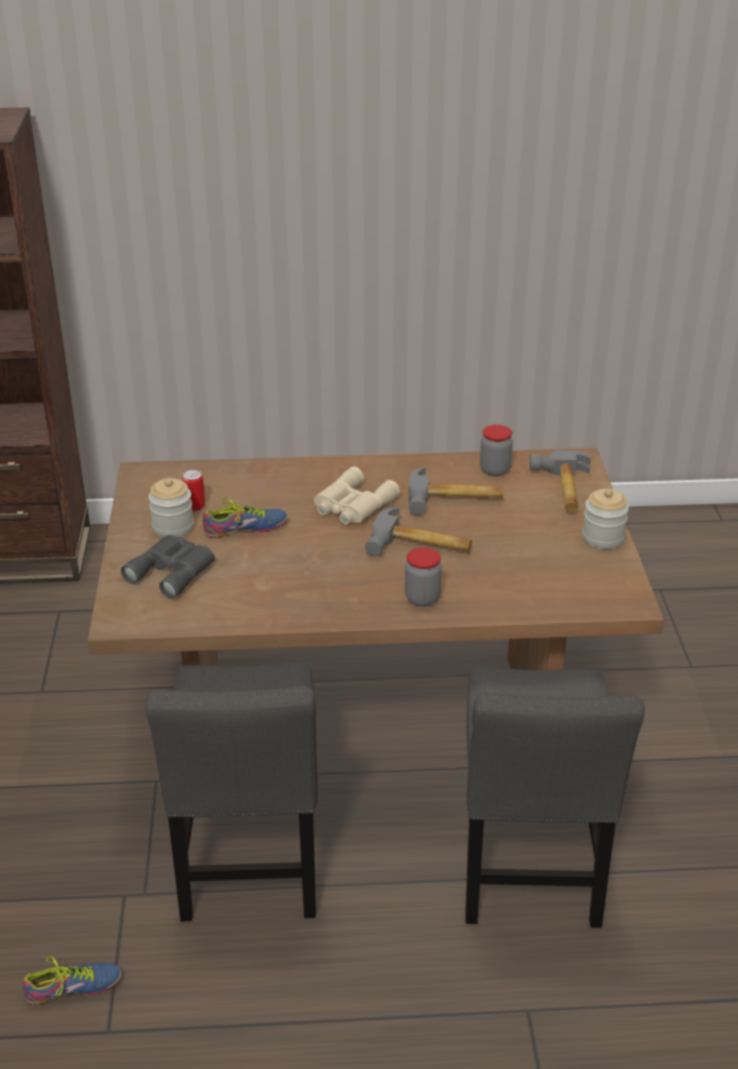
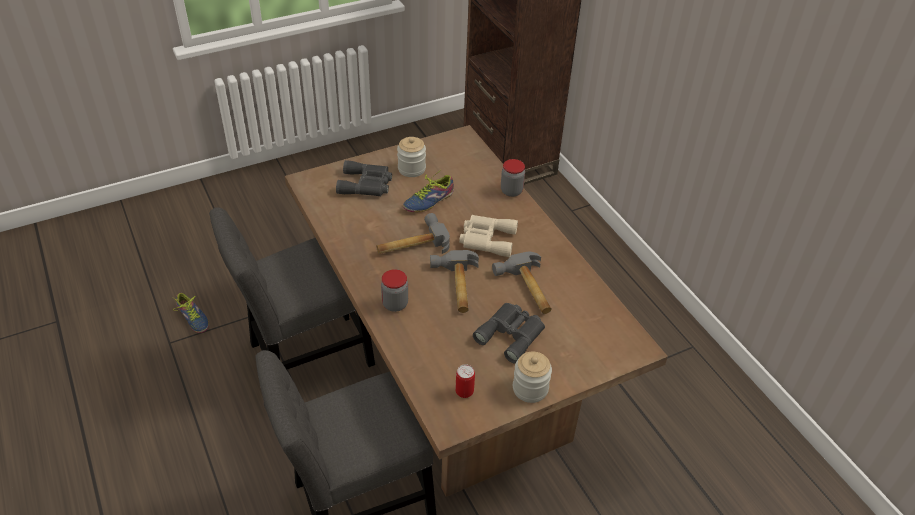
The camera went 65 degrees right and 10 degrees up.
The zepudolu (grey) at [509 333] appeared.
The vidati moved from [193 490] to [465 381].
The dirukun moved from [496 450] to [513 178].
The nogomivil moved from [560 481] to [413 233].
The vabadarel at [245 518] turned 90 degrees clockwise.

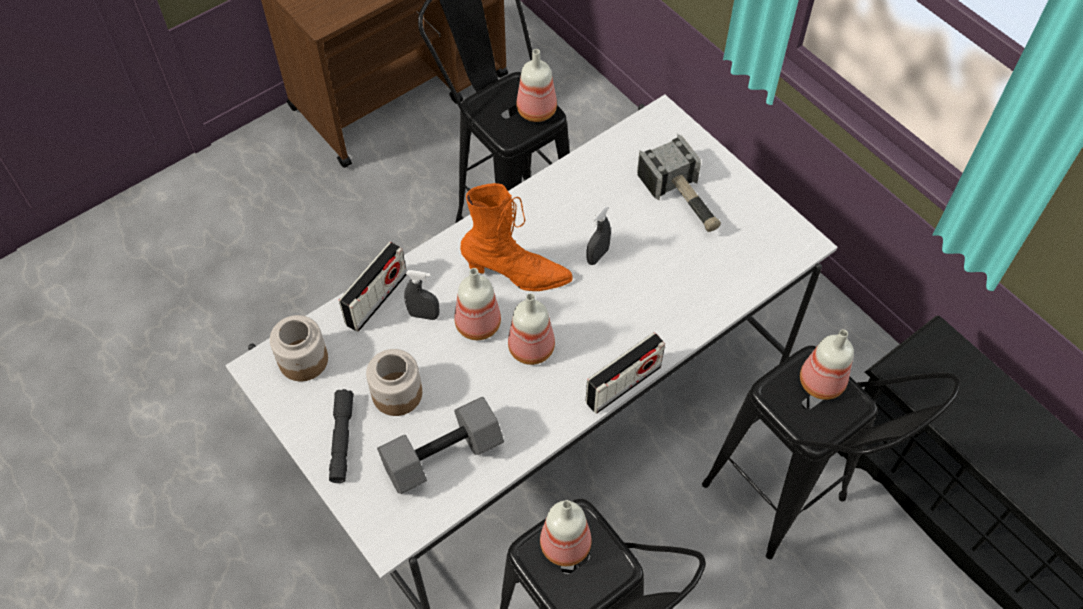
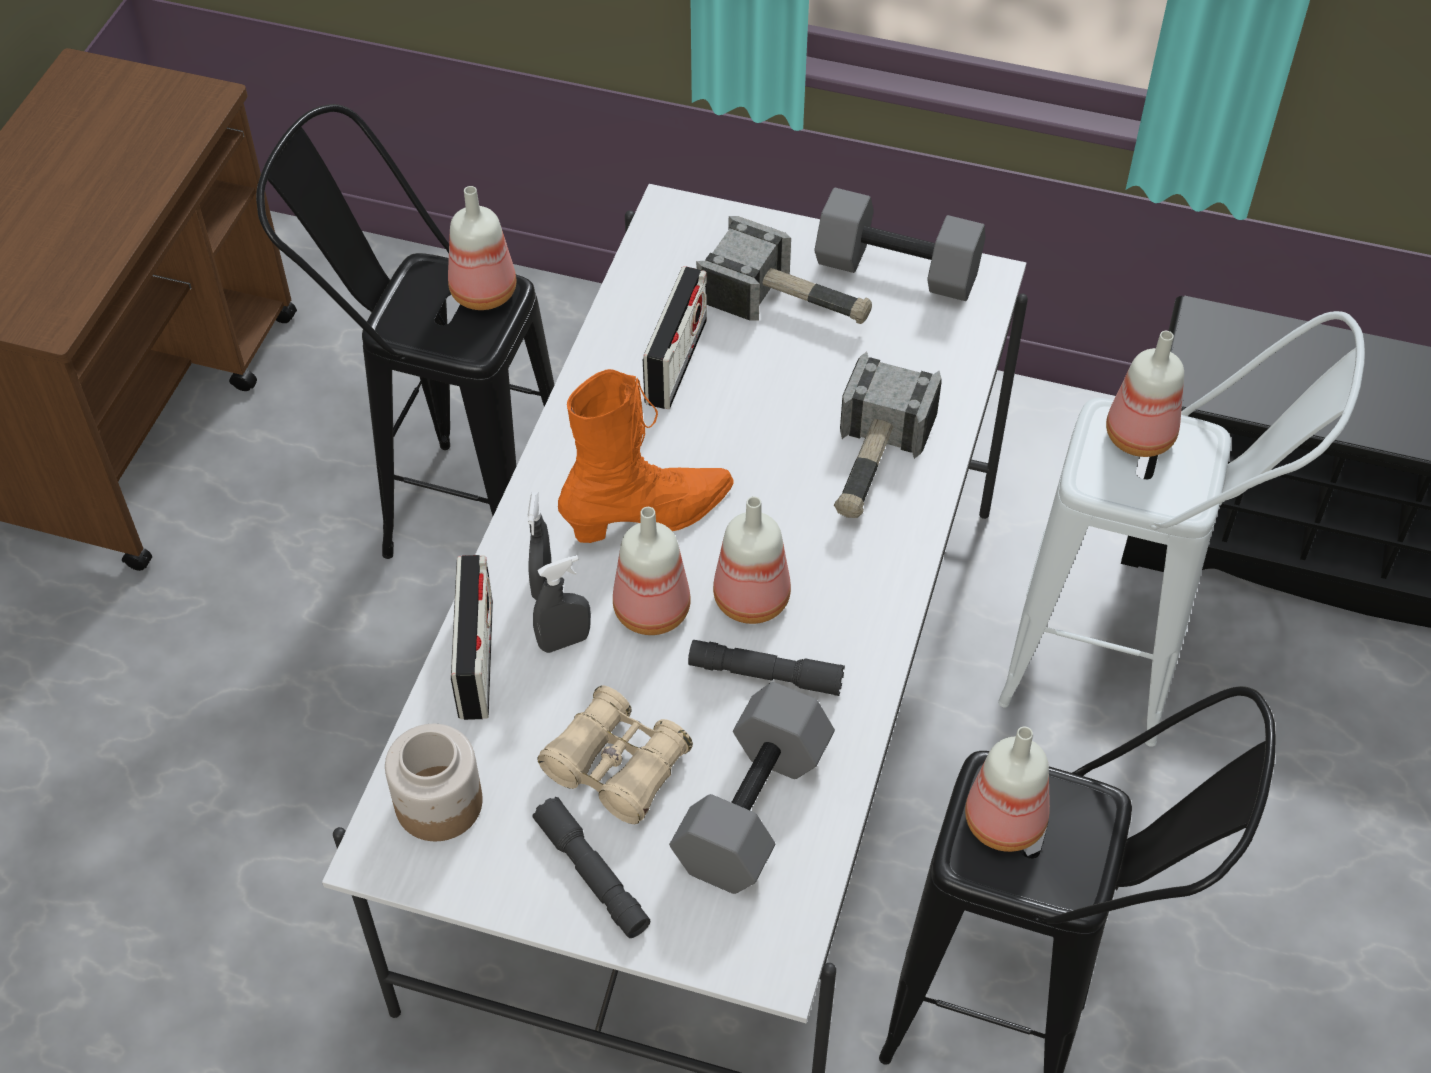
The camera went 35 degrees left and 5 degrees down.
The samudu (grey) at [766 668] appeared.
The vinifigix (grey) at [899 244] appeared.
The nogomivil at [888 435] appeared.
The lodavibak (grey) moved from [598 235] to [539 546].
The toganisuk moved from [625 373] to [675 337].
The dirukun at [394 382] was replaced by the zepudolu (beige) at [615 754].
The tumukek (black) at [831 452] became the tumukek (white) at [1181 529].

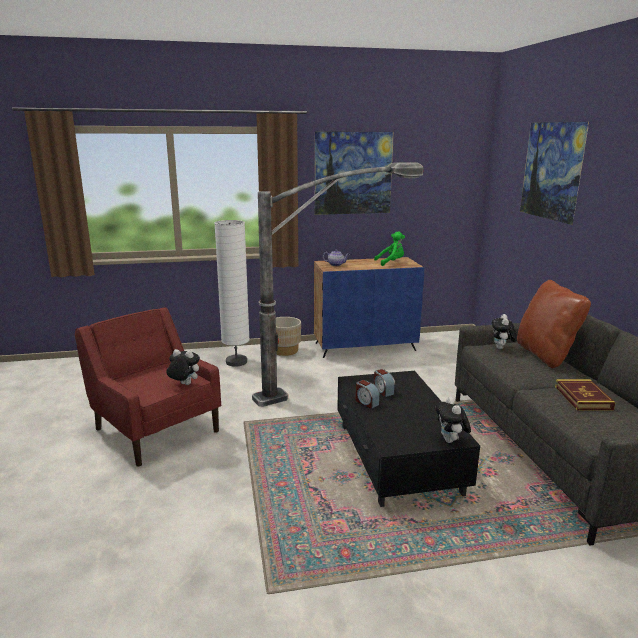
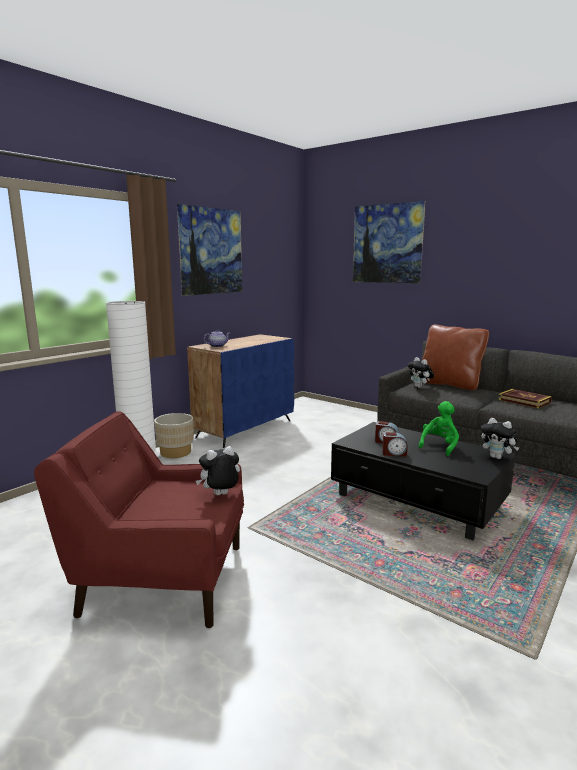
The camera went 40 degrees left and 5 degrees down.
The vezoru at [337 284] disappeared.
The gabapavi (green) moved from [389 248] to [438 428].

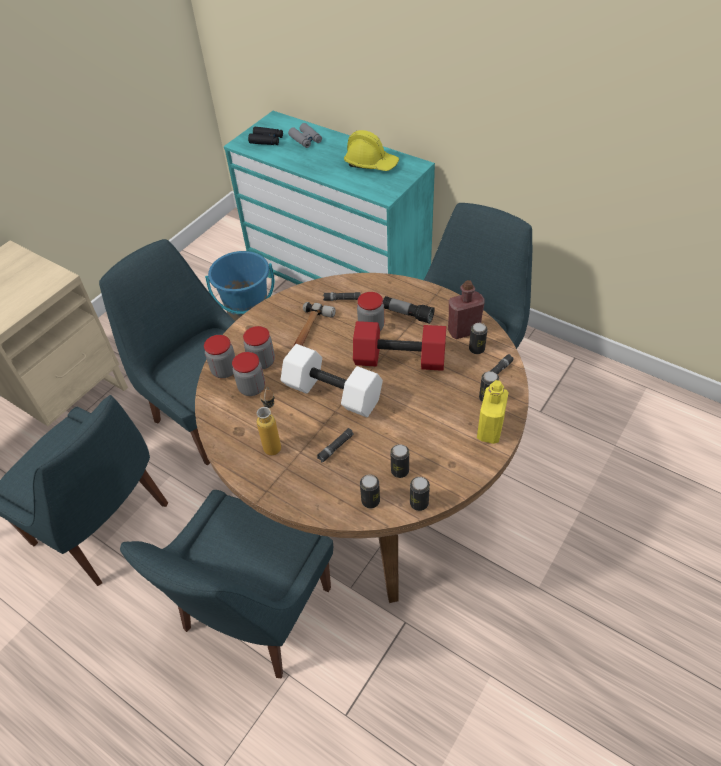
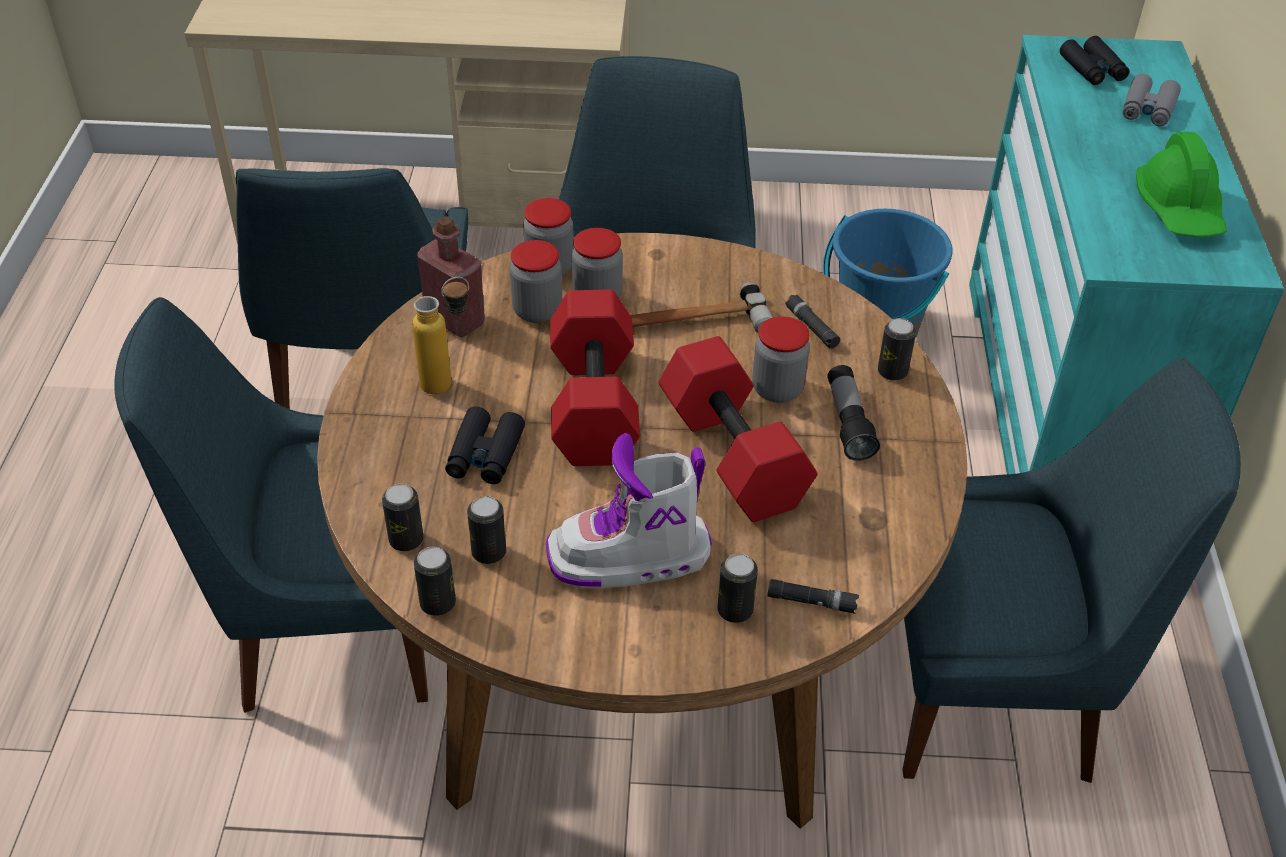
The camera went 55 degrees right and 5 degrees down.
The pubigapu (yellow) at [493 412] disappeared.
The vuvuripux at [628 510] appeared.
The pubigapu (red) moved from [466 309] to [451 276].
The vidati moved from [478 338] to [897 349].
The samudu (black) at [335 445] was replaced by the zepudolu (black) at [485 445].
The vinifigix (white) at [332 380] became the vinifigix (red) at [595 378].
The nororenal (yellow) at [371 150] became the nororenal (green) at [1181 184].

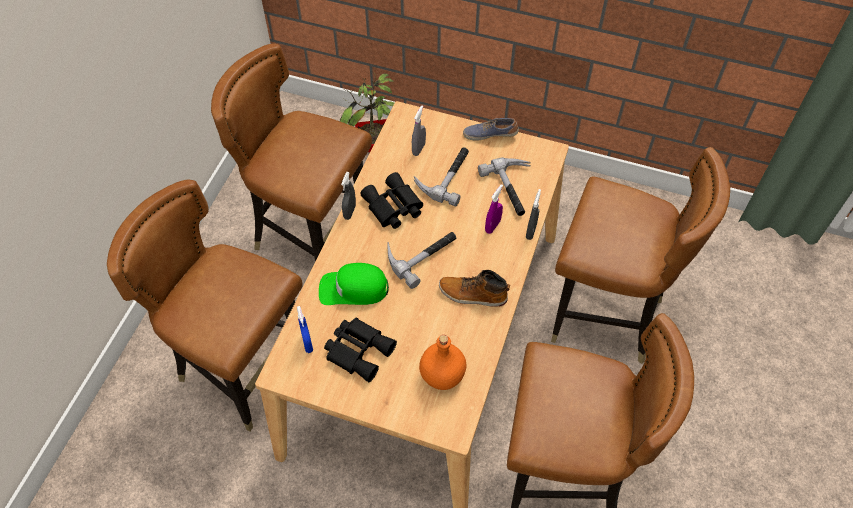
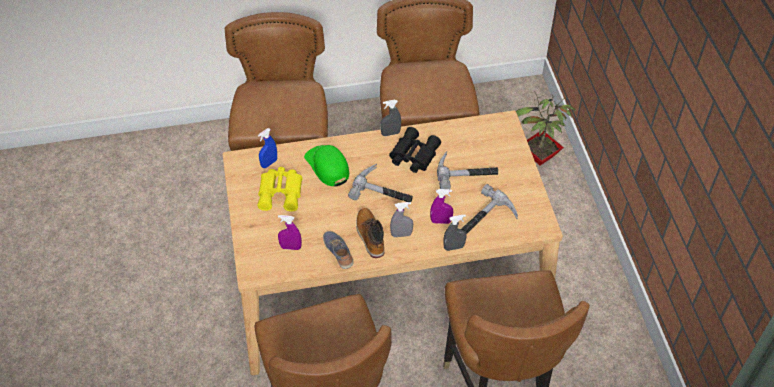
The camera went 60 degrees right and 5 degrees down.
The lodavibak (grey) moved from [419 131] to [401 219].
The vabadarel moved from [491 129] to [338 250].
The pubigapu (orange) at [443 362] was replaced by the lodavibak (purple) at [290 232].
The zepudolu (black) at [360 349] became the zepudolu (yellow) at [280 189].

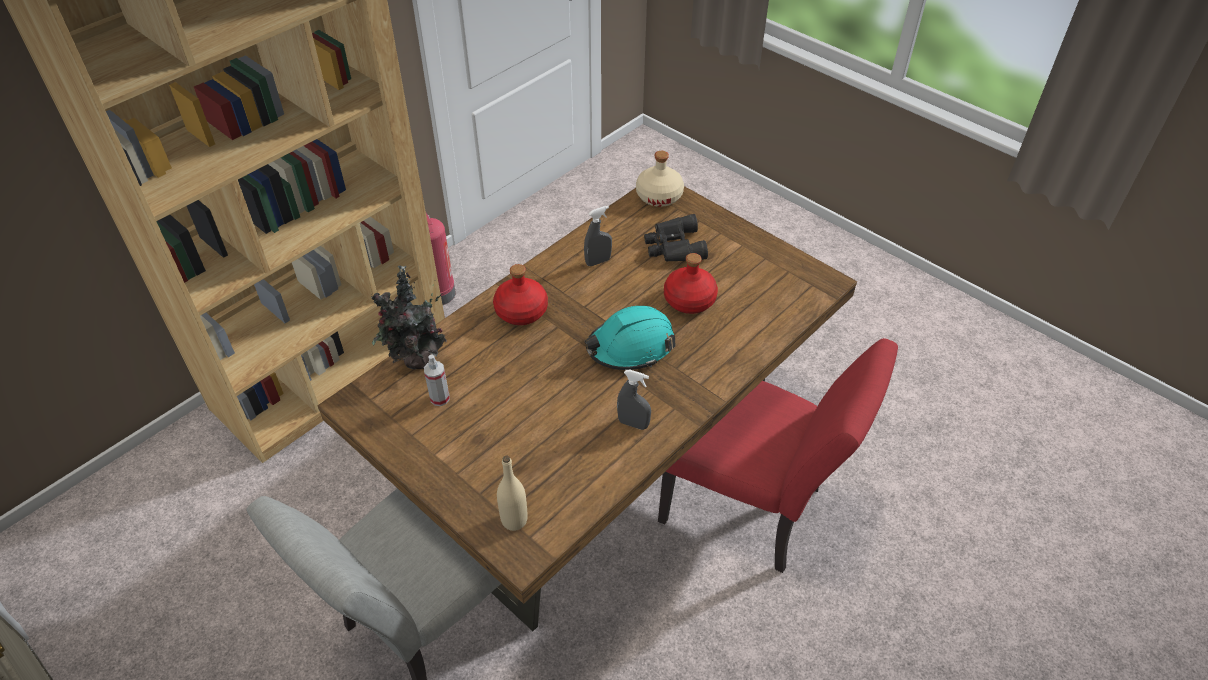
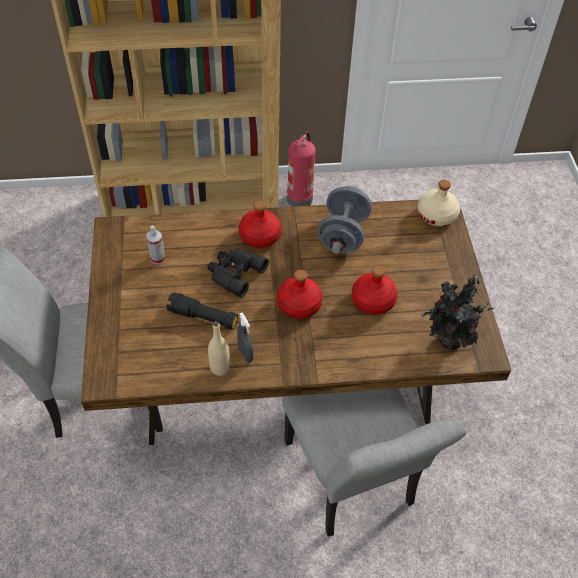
The camera went 40 degrees right and 5 degrees up.
The samudu (black) at [202 311] appeared.
The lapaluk moved from [409 317] to [459 312].
The pubigapu (beige) moved from [512 493] to [219 348].
The zepudolu (black) moved from [676 238] to [238 272].
The lodavibak (grey) at [598 236] was replaced by the vinifigix (grey) at [344 220].
The nororenal (turquoise) at [630 338] was replaced by the pubigapu (red) at [300 294].
The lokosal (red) at [778 455] became the lokosal (grey) at [374 462].

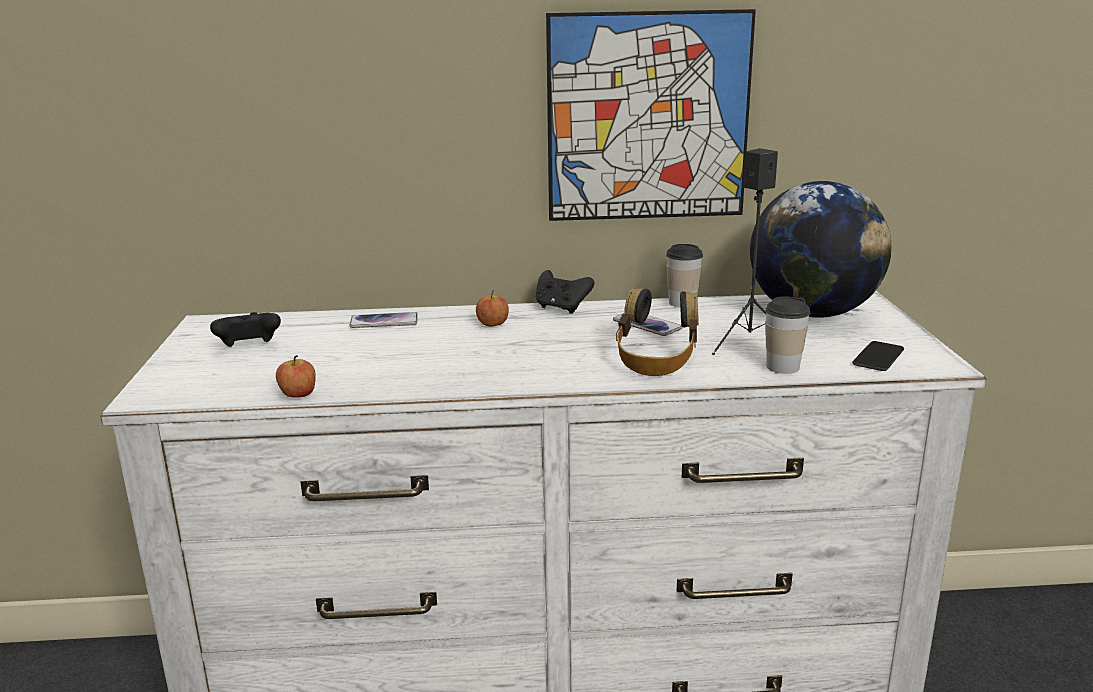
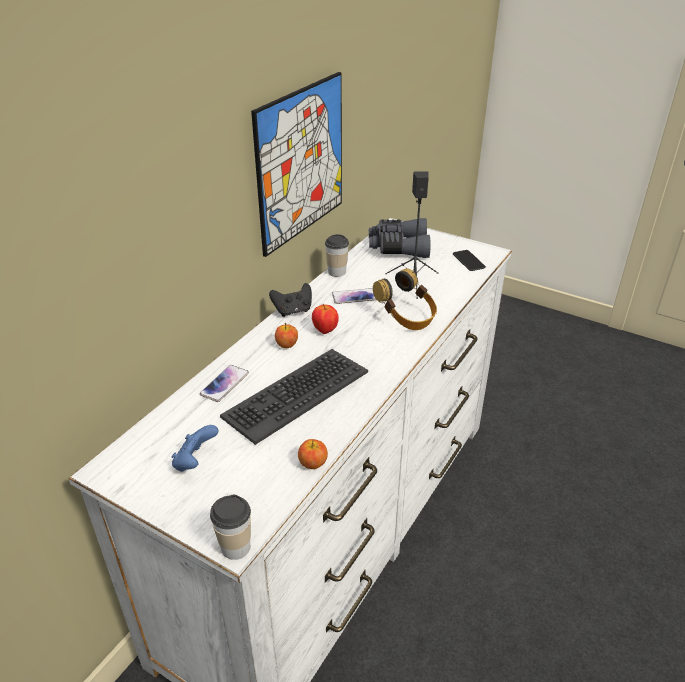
The camera went 55 degrees left and 15 degrees up.
The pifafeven at [294 397] appeared.
The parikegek at [325 319] appeared.
The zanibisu moved from [787 335] to [230 527].
The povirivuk at [820 249] was replaced by the zepudolu (grey) at [400 238].
The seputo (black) at [245 329] became the seputo (blue) at [195 448].

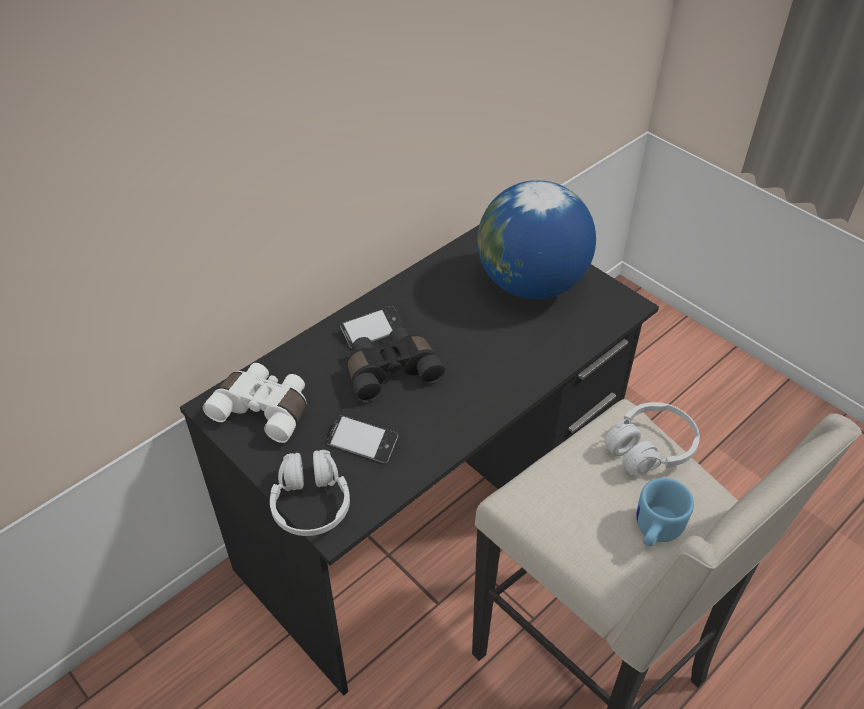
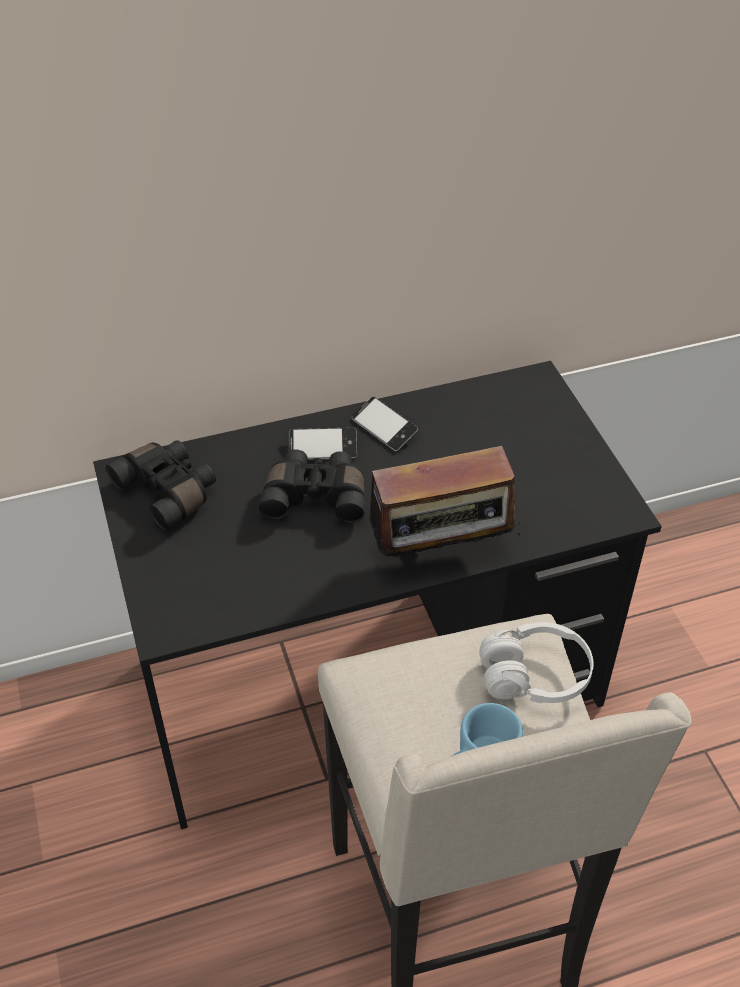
The camera went 25 degrees right and 0 degrees up.
The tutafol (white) at [310 493] disappeared.
The povirivuk at [536 239] disappeared.
The toganisuk at [446 502] appeared.
The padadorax moved from [362 439] to [385 424].
The zepudolu (white) at [254 403] became the zepudolu (black) at [161 485].

